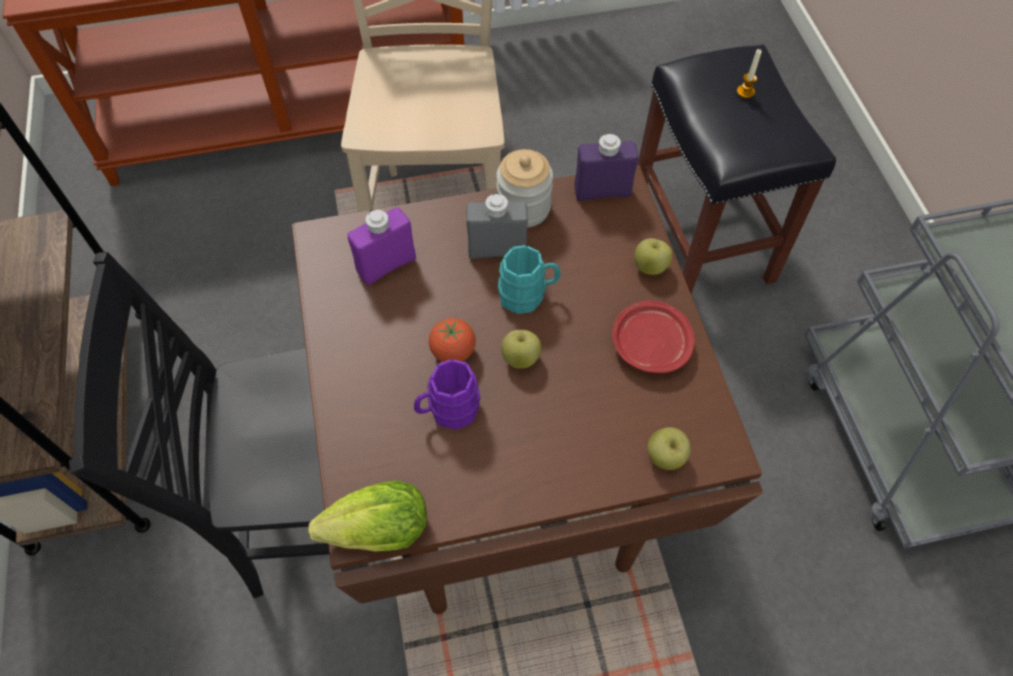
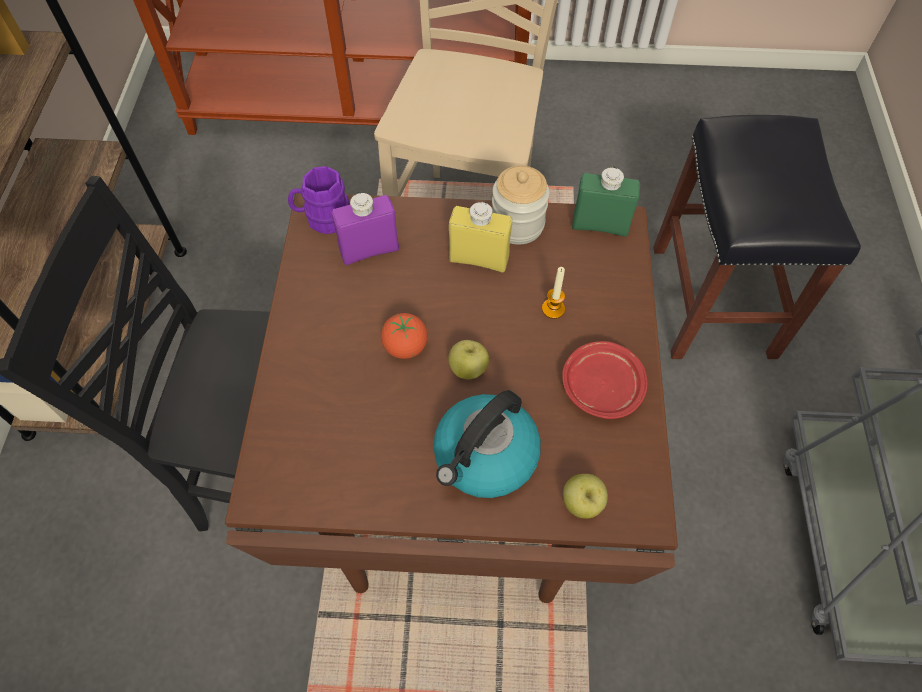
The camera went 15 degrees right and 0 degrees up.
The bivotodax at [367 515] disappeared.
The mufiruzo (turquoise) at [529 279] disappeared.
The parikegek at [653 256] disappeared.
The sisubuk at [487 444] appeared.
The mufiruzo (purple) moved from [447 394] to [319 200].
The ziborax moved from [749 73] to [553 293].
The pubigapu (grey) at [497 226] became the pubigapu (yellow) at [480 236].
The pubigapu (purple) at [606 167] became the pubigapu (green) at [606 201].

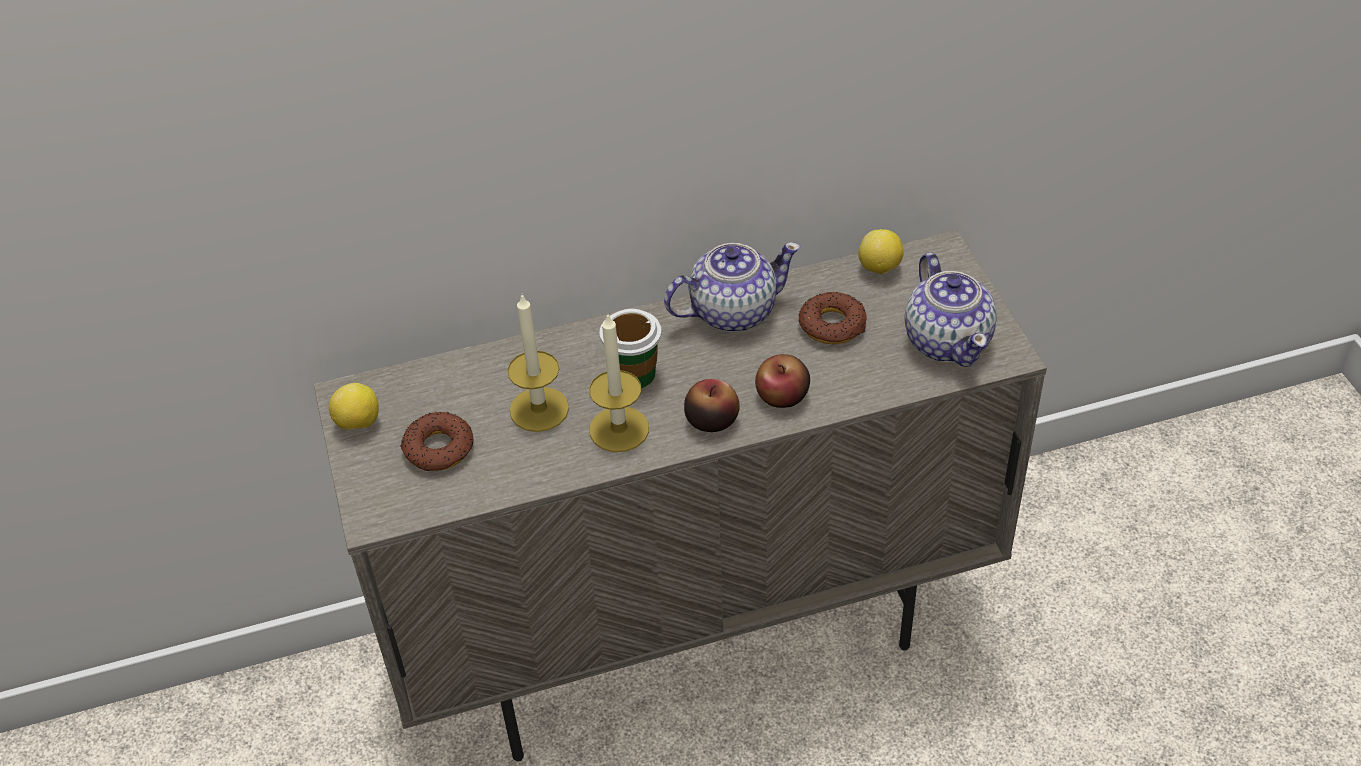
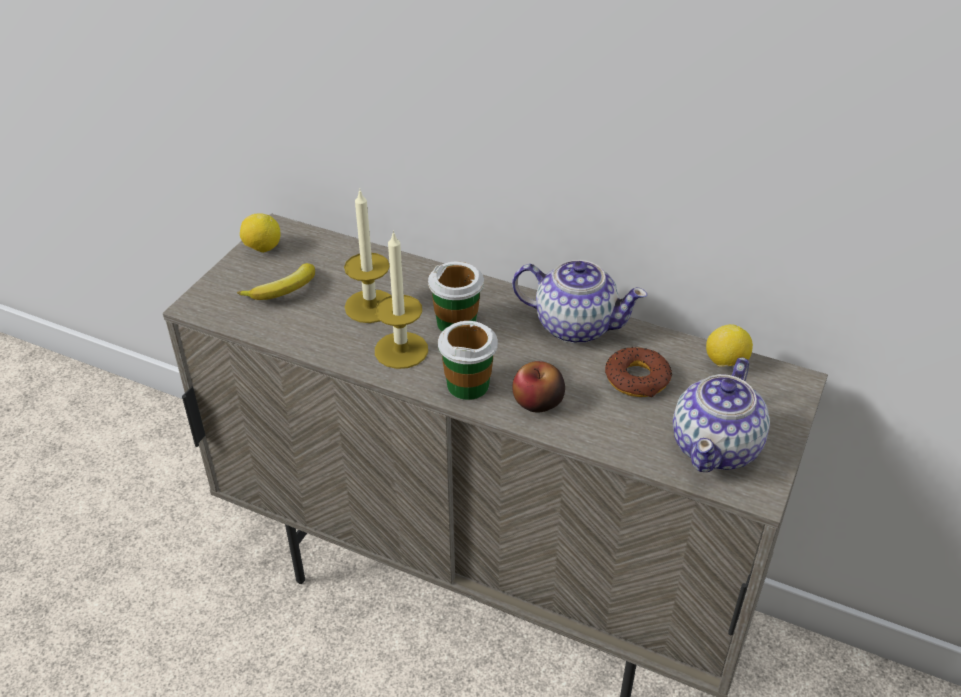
The camera went 40 degrees right and 5 degrees down.
The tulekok at [437 441] was replaced by the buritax at [276 281].
The parikegek at [712 405] was replaced by the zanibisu at [468 360].

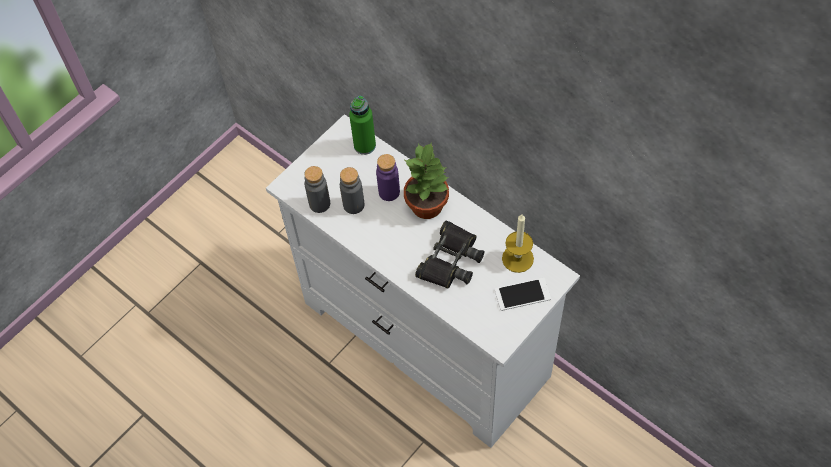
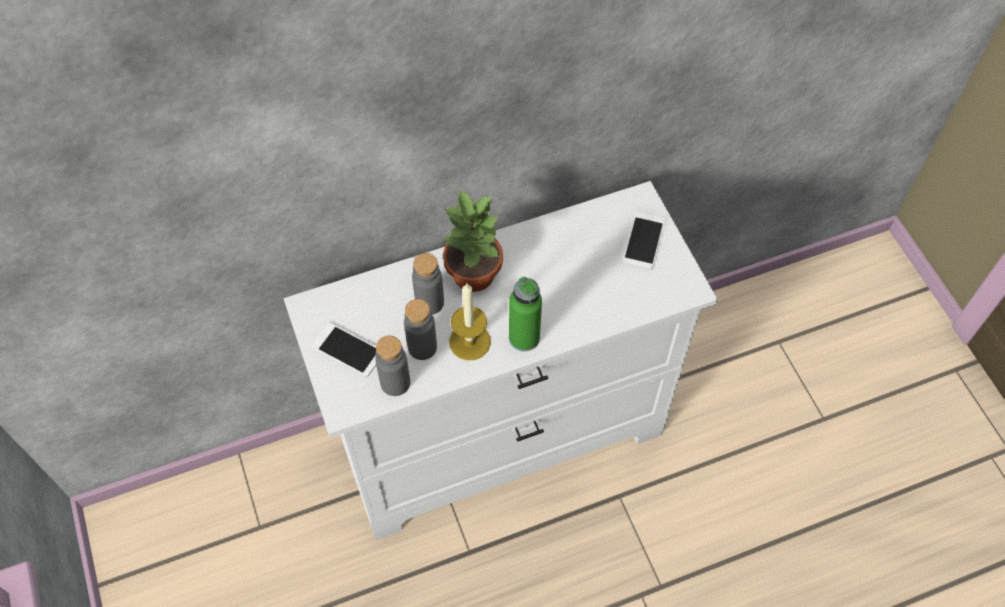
The camera went 65 degrees left and 0 degrees up.
The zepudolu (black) at [449 254] disappeared.
The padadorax at [343 349] appeared.
The pubigapu (green) moved from [362 125] to [525 314].
The ziborax moved from [518 243] to [470 322].
The pubigapu (purple) at [388 177] became the pubigapu (grey) at [428 284].

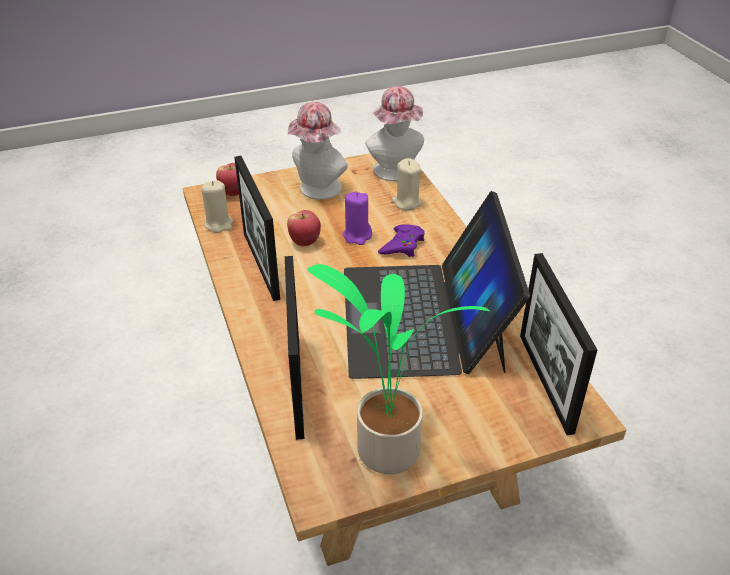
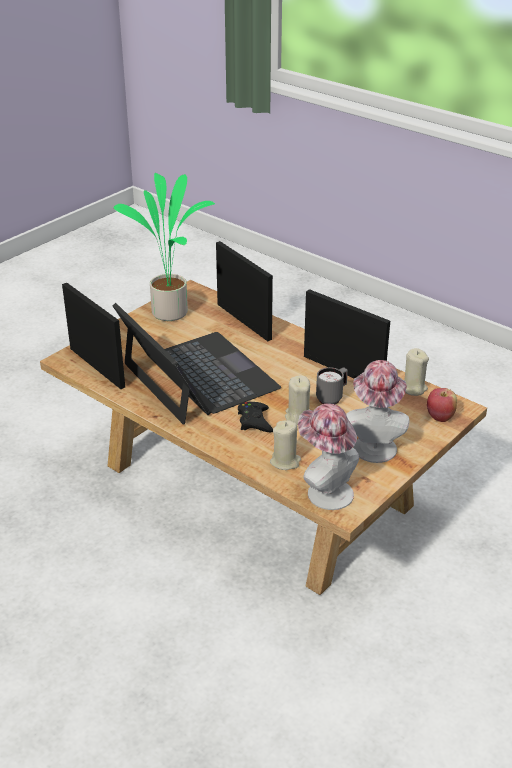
The camera went 150 degrees right and 5 degrees down.
The parikegek at [304 228] was replaced by the mufiruzo (grey) at [332 385].
The ziborax (purple) at [357 218] became the ziborax (beige) at [297 400].
The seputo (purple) at [401 240] became the seputo (black) at [255 417].

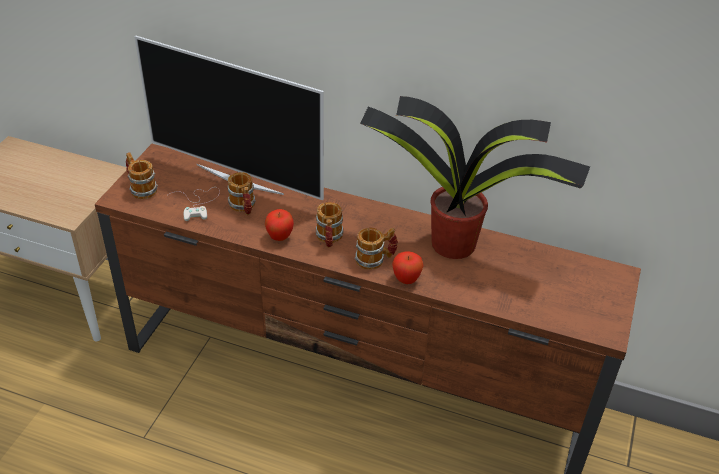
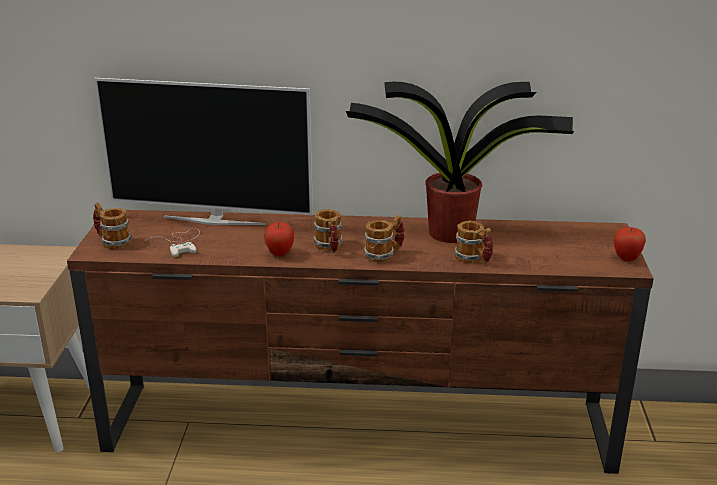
The camera went 15 degrees left and 15 degrees down.
The mufiruzo moved from [241 193] to [473 242].
The parikegek moved from [408 267] to [630 244].

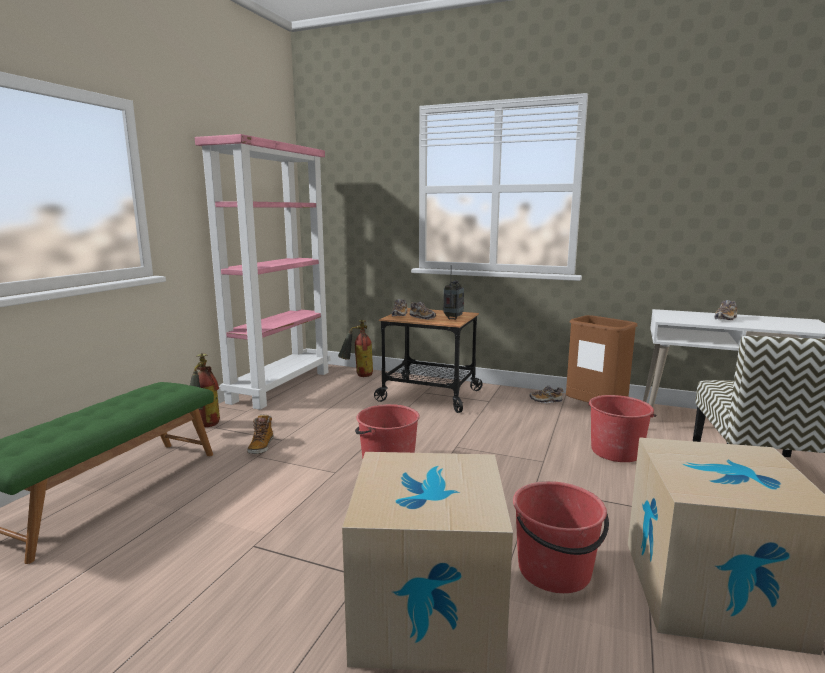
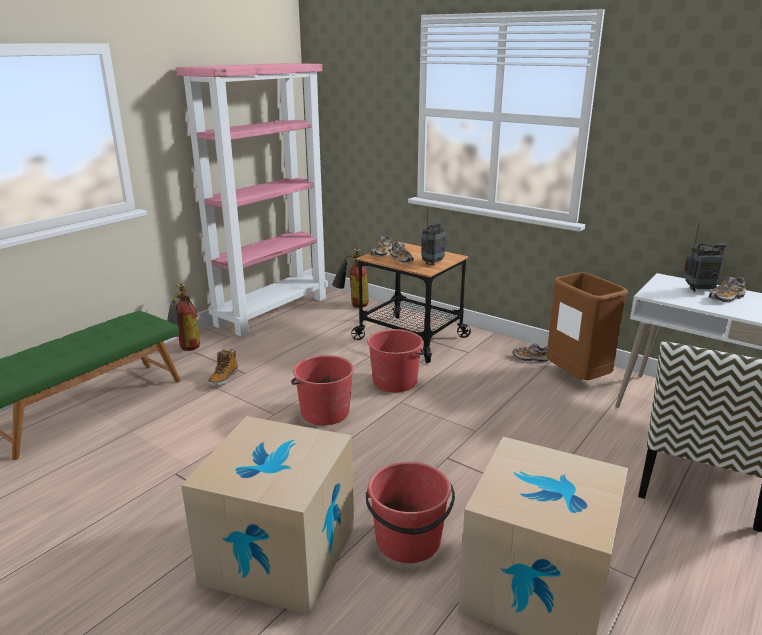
The camera went 15 degrees right and 10 degrees up.
The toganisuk at [705 257] appeared.
The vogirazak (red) moved from [622 428] to [396 360].

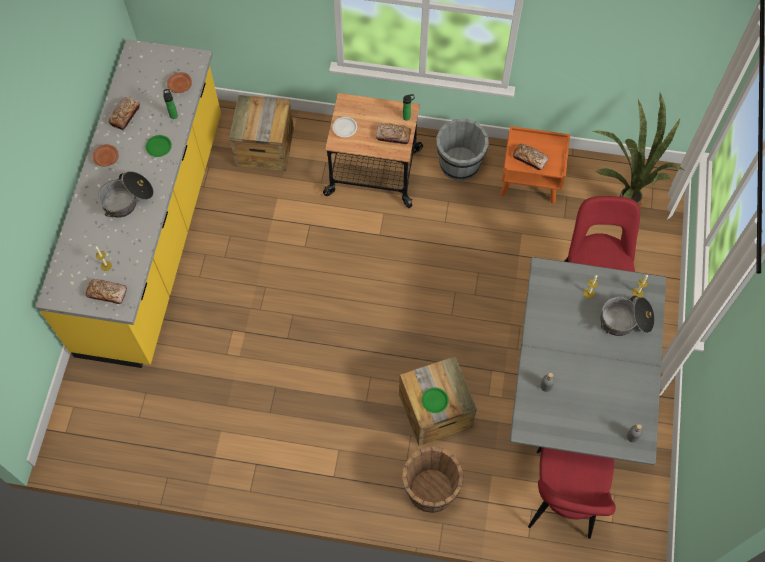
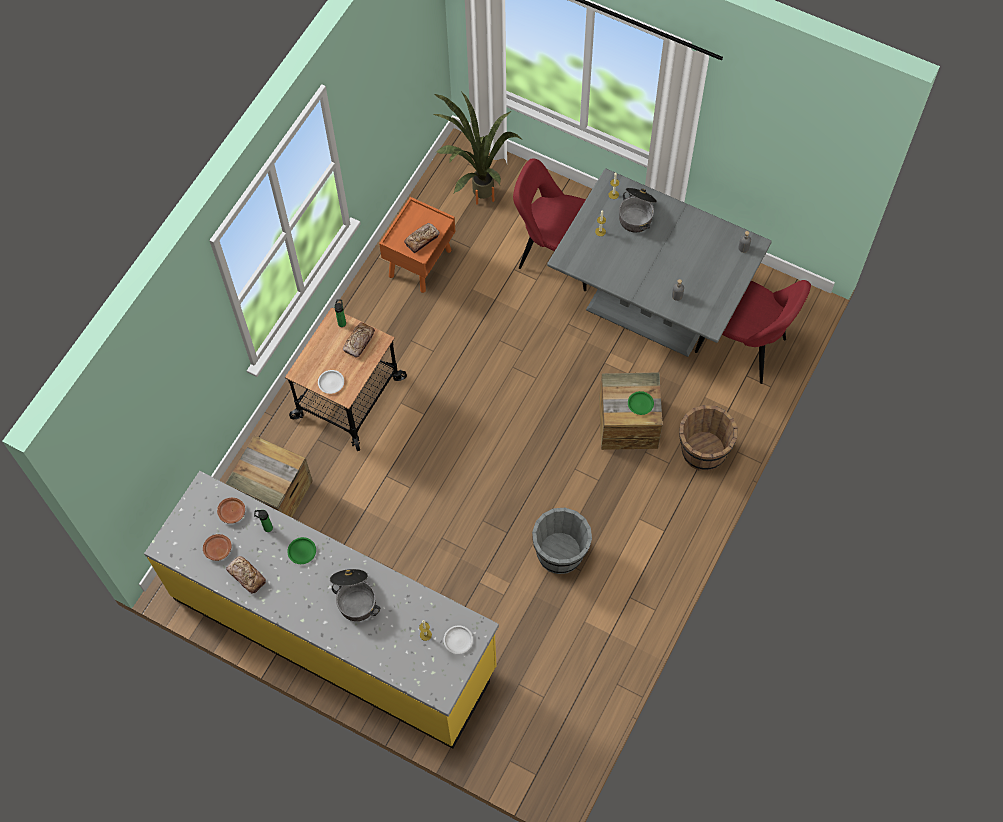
The camera went 70 degrees left and 0 degrees up.
The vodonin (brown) moved from [105 155] to [217 547].
The vogirazak (grey) moved from [462 150] to [562 541].
The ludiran at [106 291] was replaced by the vodonin (white) at [458 640].

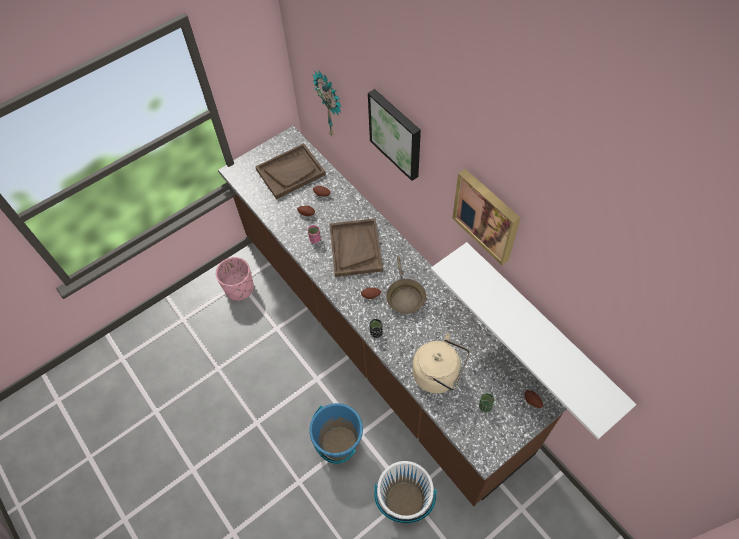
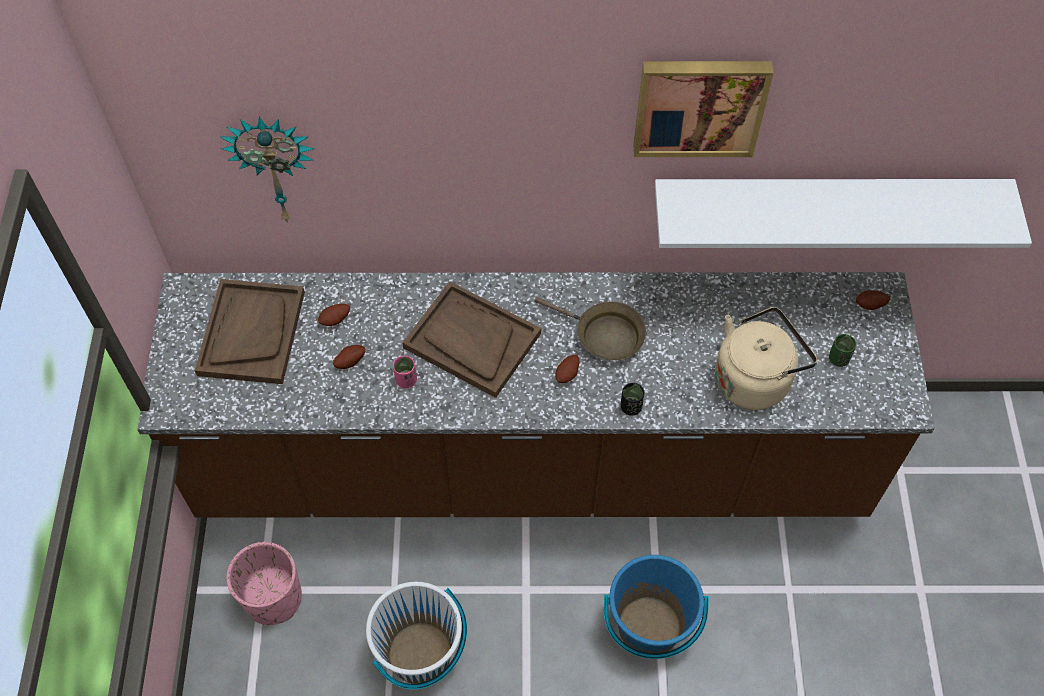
The camera went 55 degrees left and 0 degrees up.
The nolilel at [394 135] disappeared.
The vogirazak (white) moved from [405 492] to [416 635].

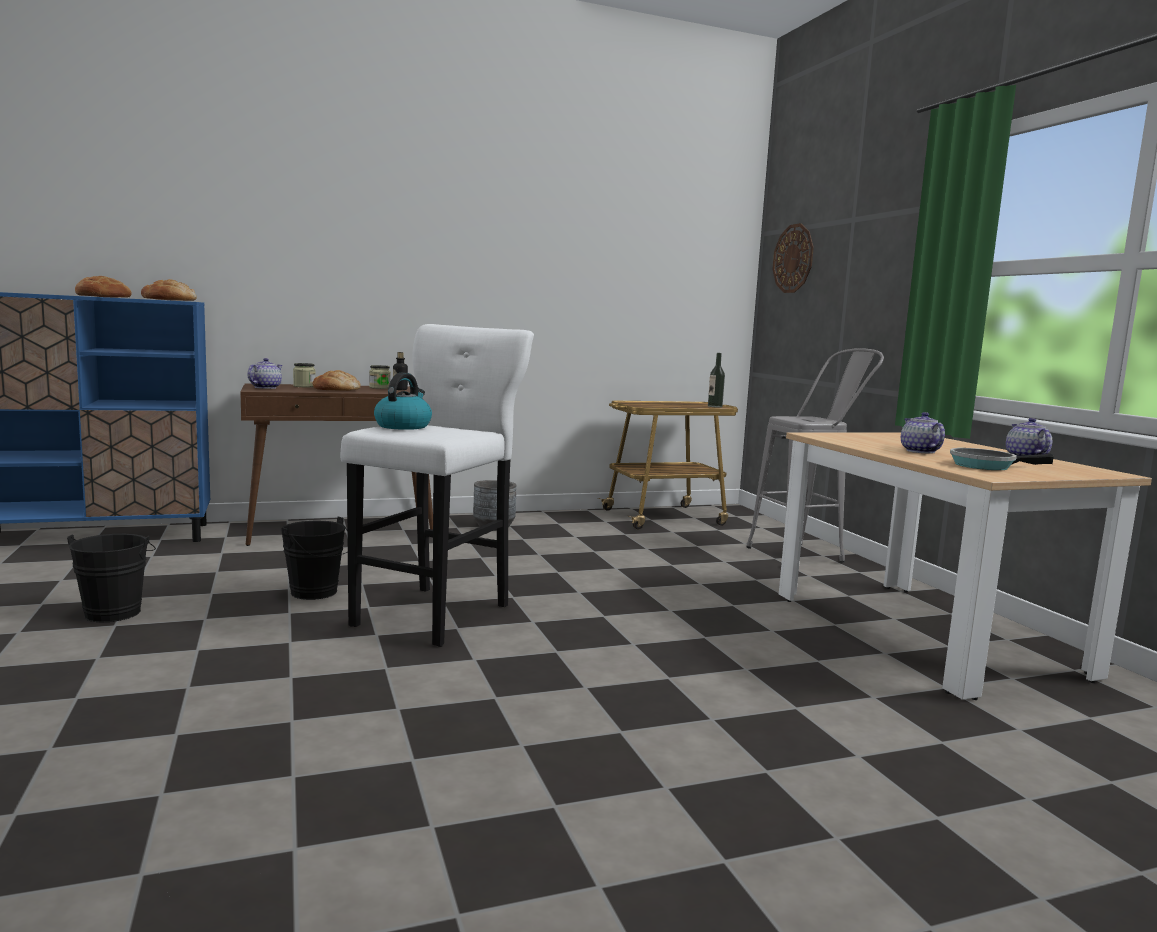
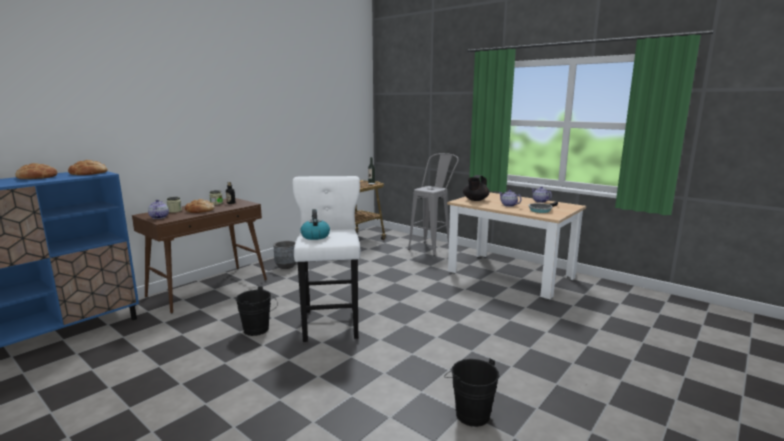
The camera went 30 degrees left and 5 degrees up.
The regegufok at [793 258] disappeared.
The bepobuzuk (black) at [476 188] appeared.
The vogirazak (black) moved from [111 578] to [471 392].

